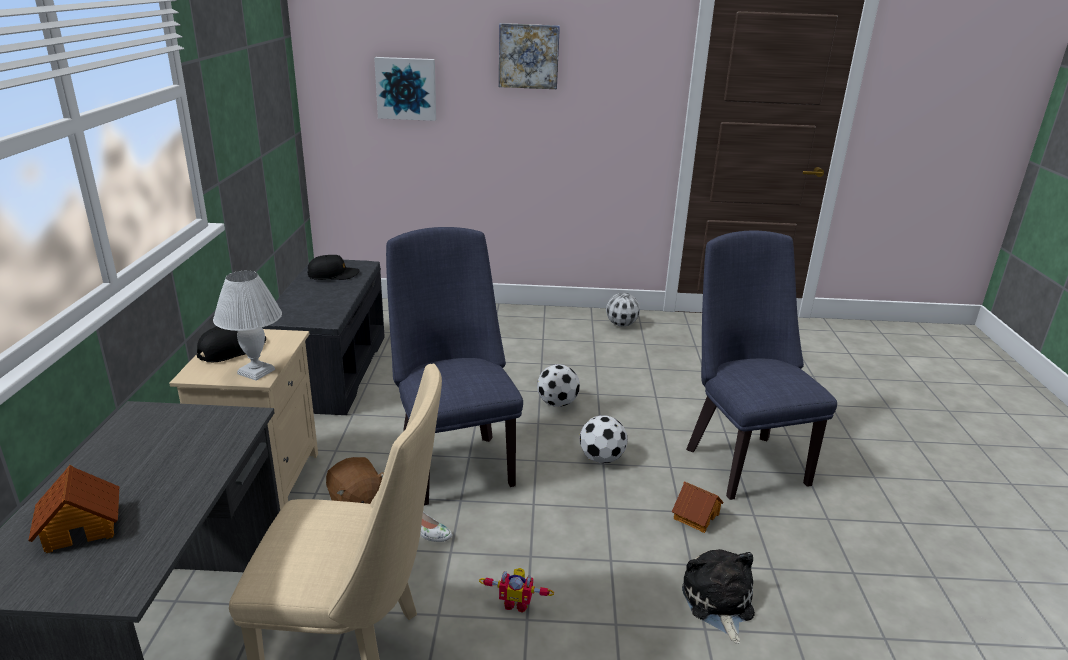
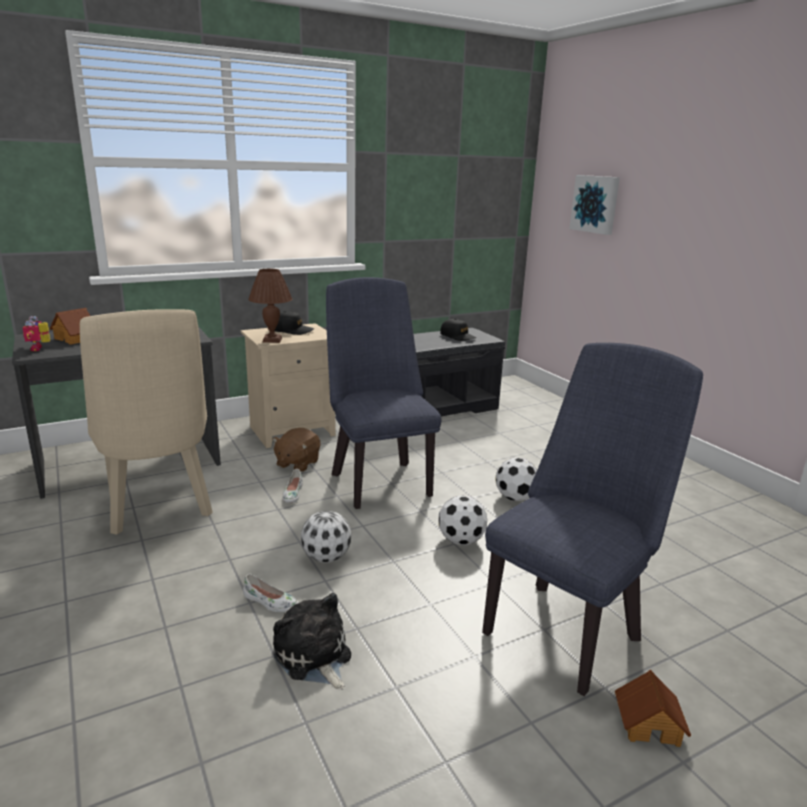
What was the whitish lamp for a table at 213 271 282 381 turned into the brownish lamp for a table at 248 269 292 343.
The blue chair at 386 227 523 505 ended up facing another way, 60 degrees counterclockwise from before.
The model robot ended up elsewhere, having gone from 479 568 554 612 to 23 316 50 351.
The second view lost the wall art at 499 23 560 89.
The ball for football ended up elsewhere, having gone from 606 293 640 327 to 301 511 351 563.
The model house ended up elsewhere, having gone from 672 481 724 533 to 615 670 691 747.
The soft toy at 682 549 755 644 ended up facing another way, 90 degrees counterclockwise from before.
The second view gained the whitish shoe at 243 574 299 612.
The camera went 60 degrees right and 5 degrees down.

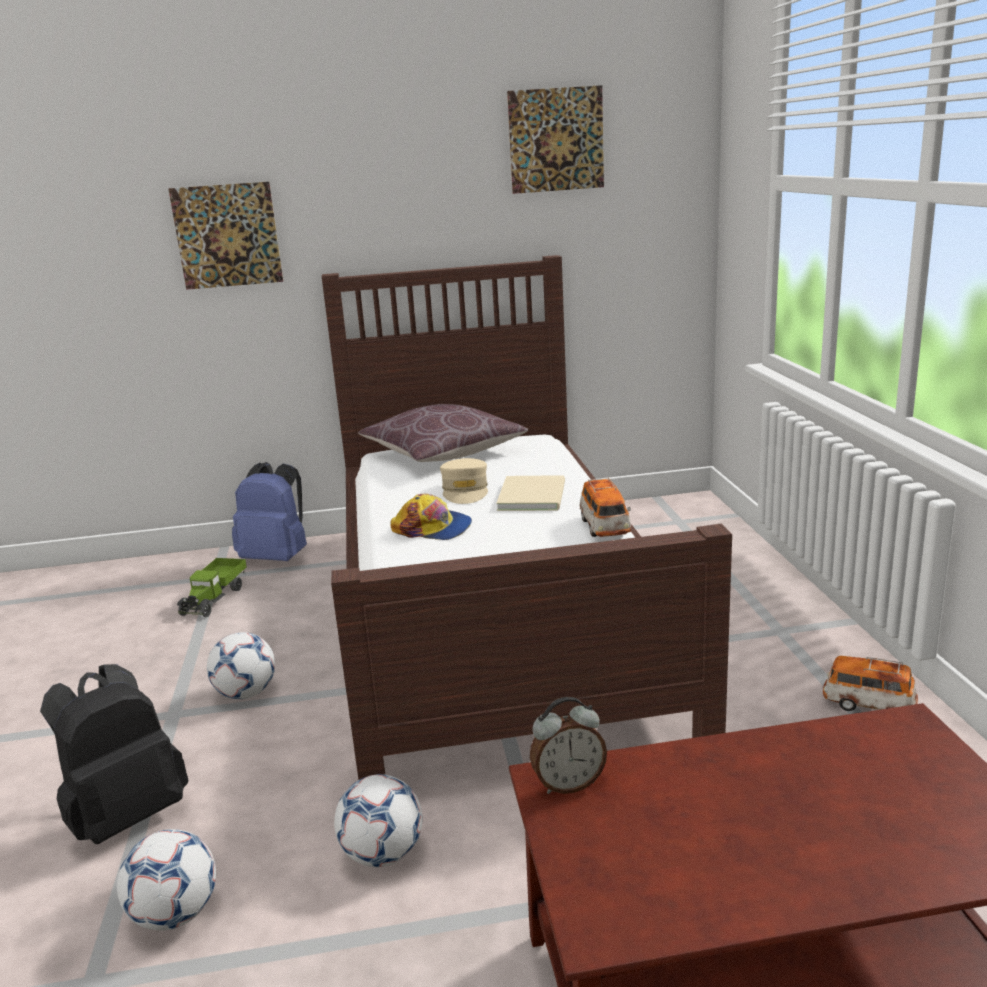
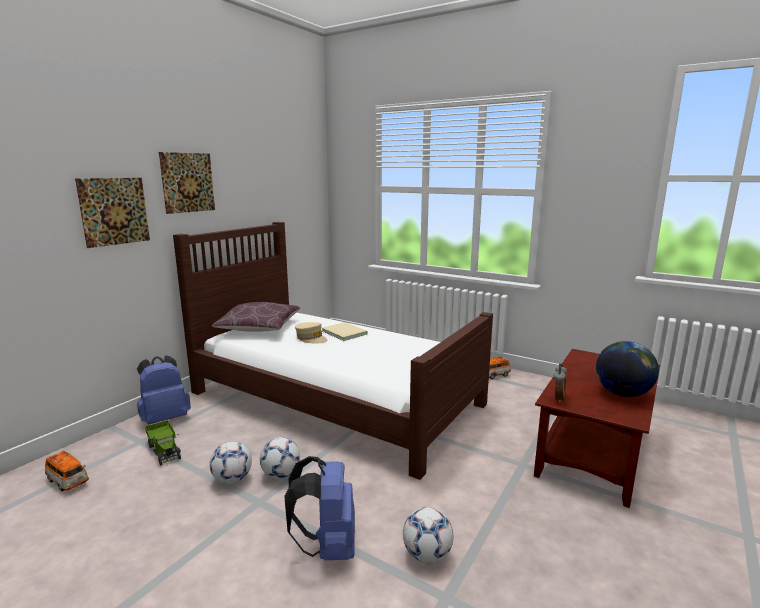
What was the black knapsack at 40 664 188 844 turned into the blue knapsack at 284 456 355 560.
The ball for football ended up elsewhere, having gone from 334 774 422 867 to 209 441 252 484.
The second view lost the peaked cap at 390 494 472 540.
The wall art ended up elsewhere, having gone from 507 85 604 194 to 159 152 215 214.
The toy car ended up elsewhere, having gone from 579 477 631 537 to 45 450 89 491.
The second view gained the globe at 596 341 659 397.
The camera went 50 degrees left and 5 degrees down.

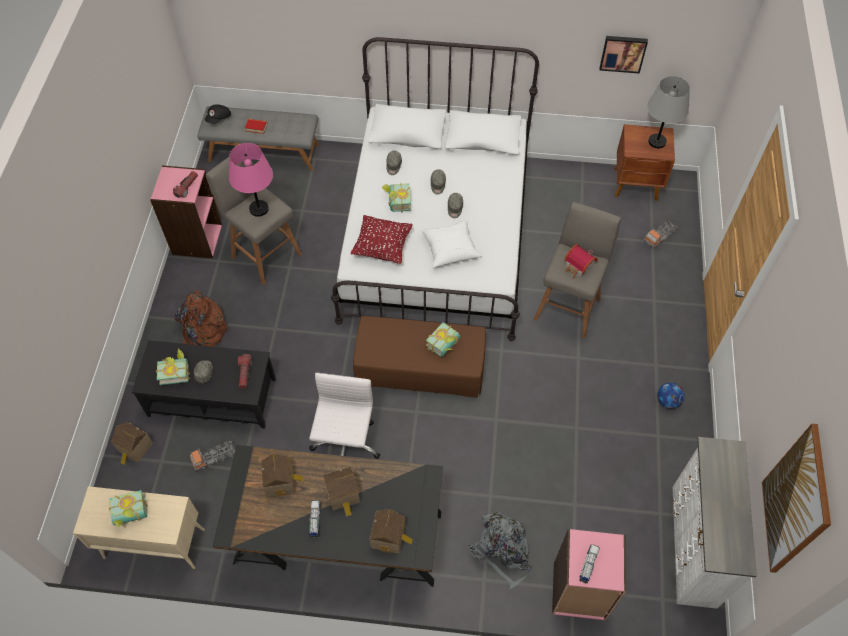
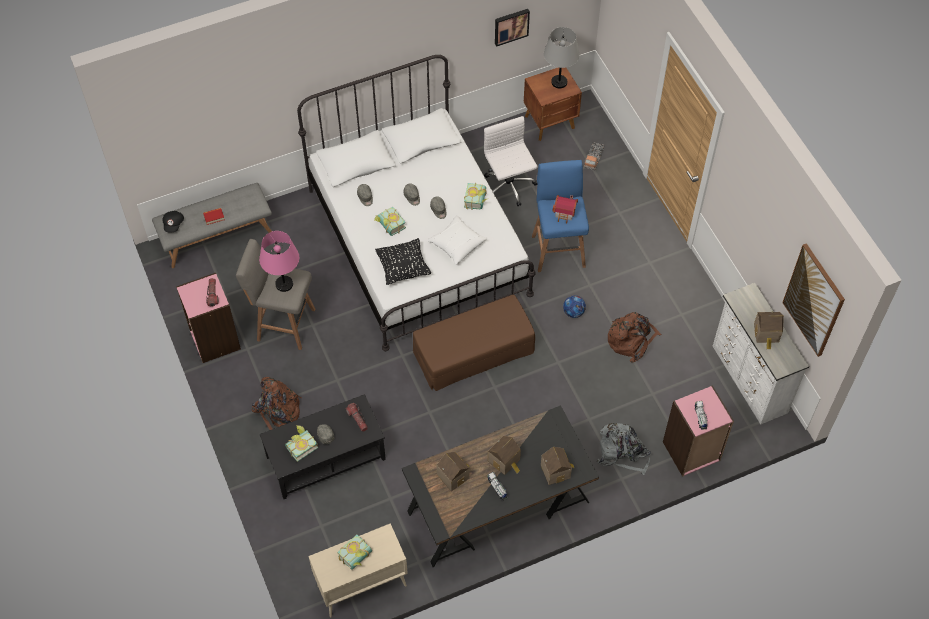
The model house ended up elsewhere, having gone from 111 422 153 465 to 754 311 784 349.
The second view lost the model truck at 190 441 235 471.
The whitish desk chair ended up elsewhere, having gone from 309 373 380 459 to 484 116 538 206.
What was the red pillow at 351 215 413 264 turned into the black pillow at 375 238 431 285.
The volume ended up elsewhere, having gone from 426 322 460 357 to 464 183 489 210.
What was the greyish sitting stool at 534 202 621 338 turned into the blue sitting stool at 532 160 589 272.
The ball for football ended up elsewhere, having gone from 657 382 685 409 to 563 295 586 318.
The second view gained the brownish knapsack at 608 312 662 363.
The camera went 30 degrees left and 0 degrees up.

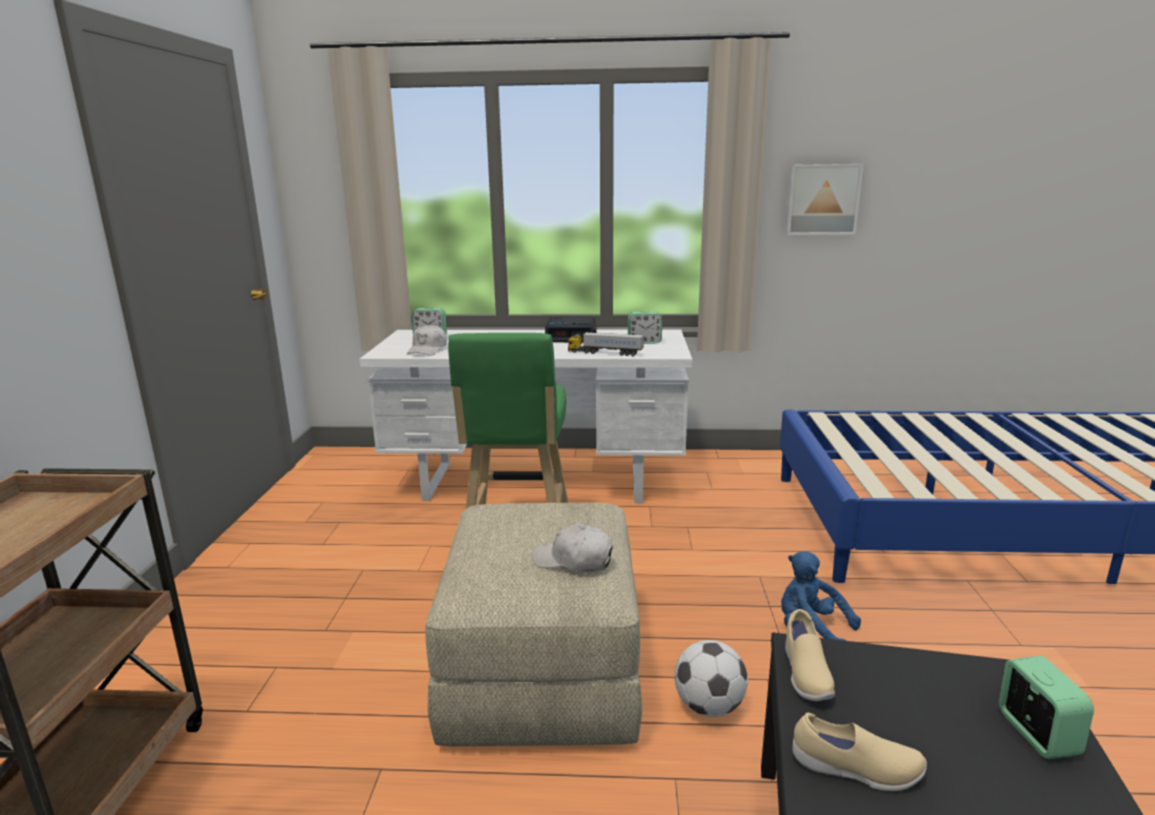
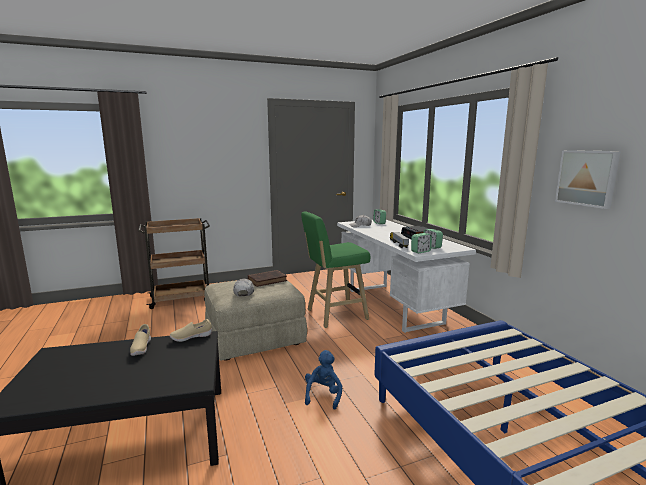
The second view lost the ball for football at 674 640 748 717.
The bedside clock ended up elsewhere, having gone from 999 656 1094 759 to 411 233 432 253.
The second view gained the brownish volume at 248 270 287 287.
The camera went 65 degrees right and 5 degrees down.

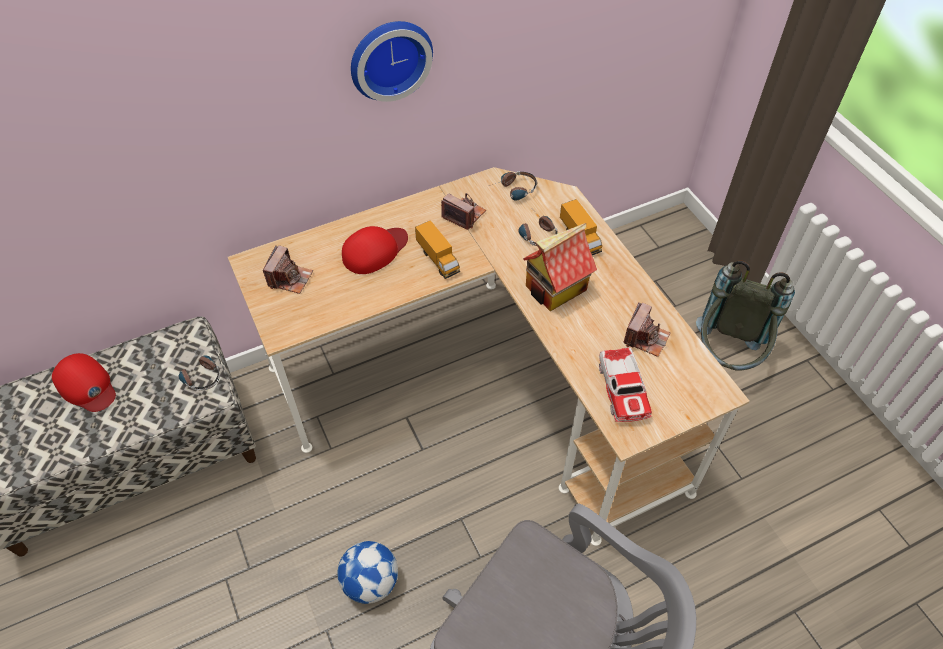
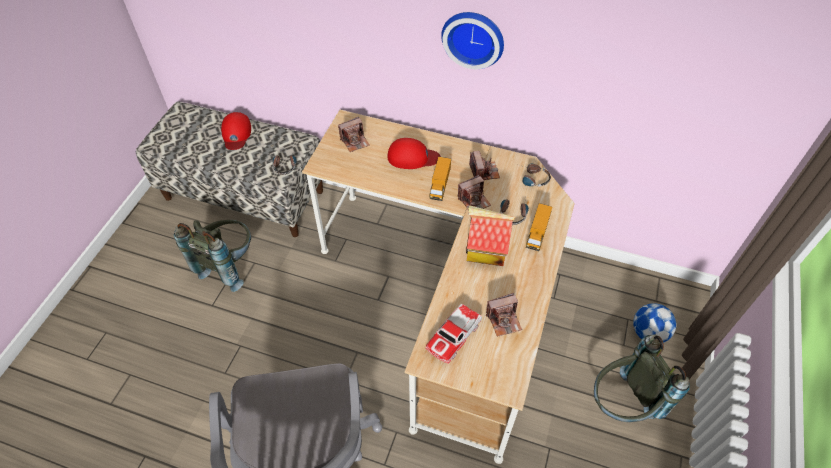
The ball for football ended up elsewhere, having gone from 337 541 398 604 to 633 303 676 343.
The second view gained the greyish knapsack at 174 220 251 292.
The second view gained the still camera at 458 175 491 209.
The camera went 45 degrees right and 0 degrees up.

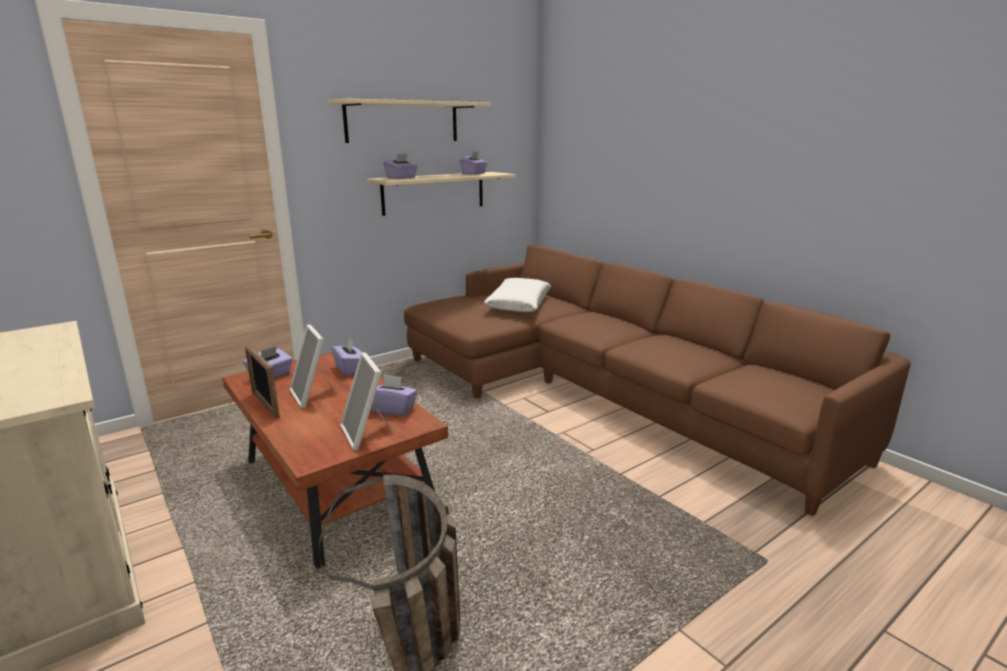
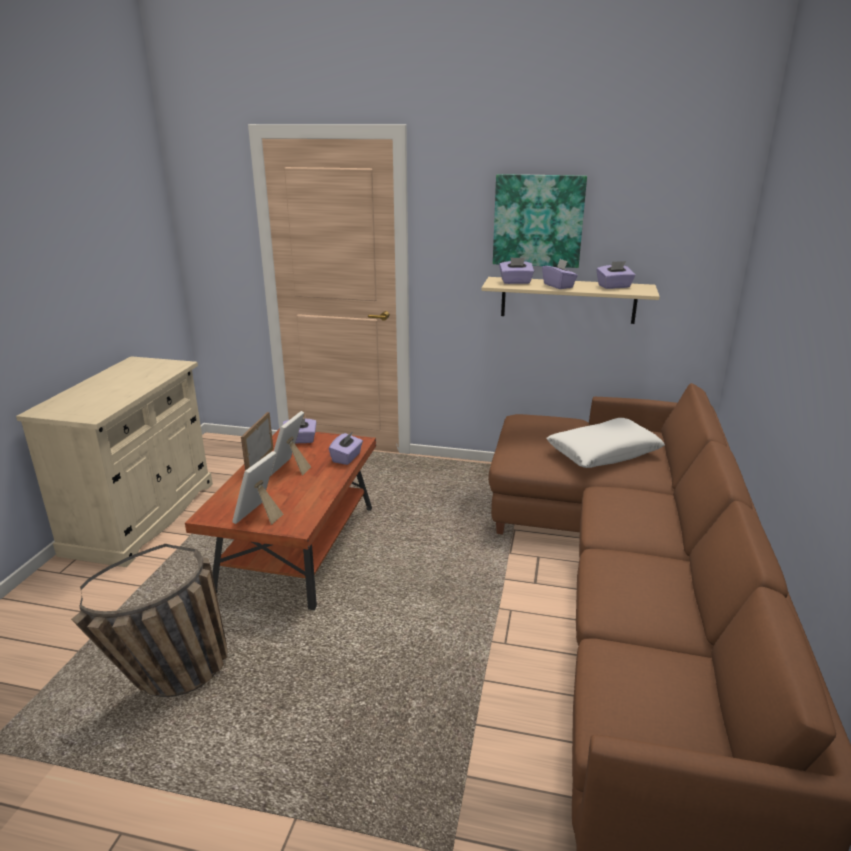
Where the beige-coloured wall shelf hung at 327 99 491 143, the wall art came to hang at 493 174 587 268.
The purplish box of tissues ended up elsewhere, having gone from 371 374 418 416 to 542 259 578 289.
The camera went 50 degrees right and 5 degrees up.

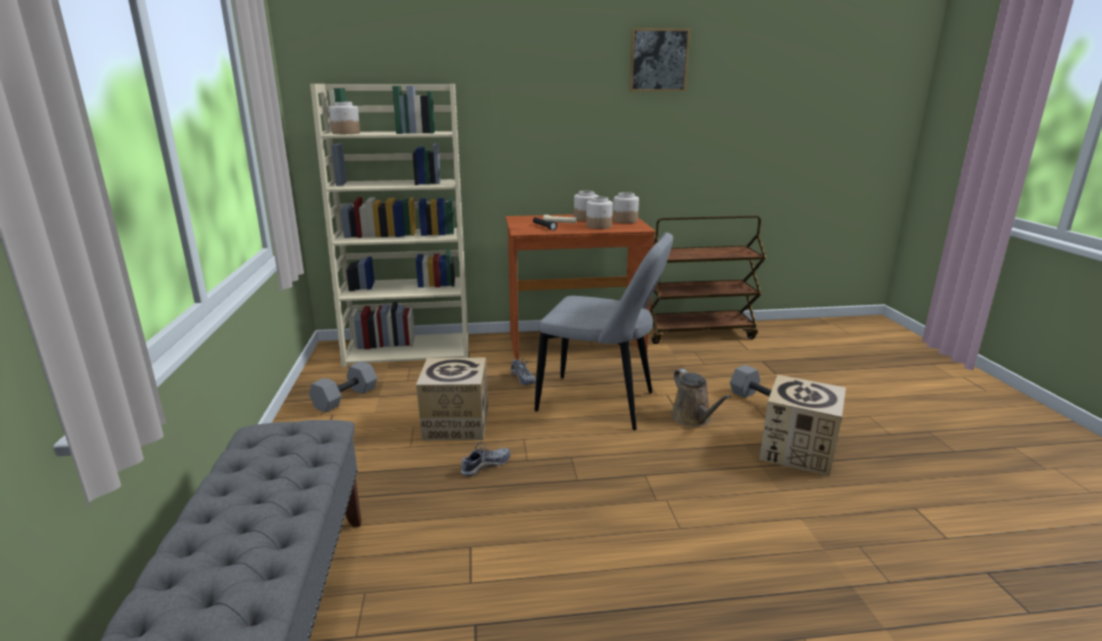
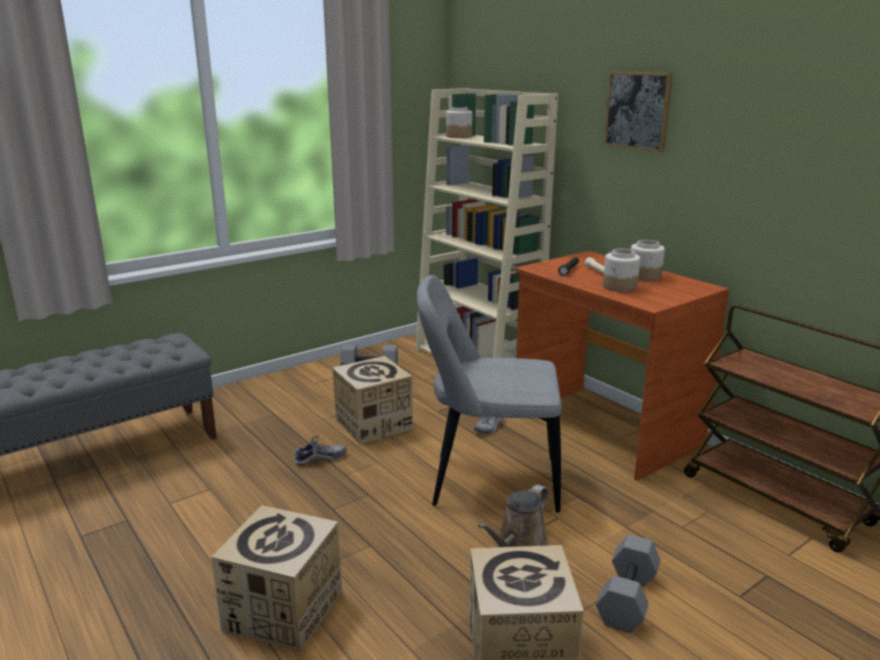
The shoe at 461 442 511 477 ended up facing another way, 45 degrees counterclockwise from before.
The greyish chair at 535 232 673 430 ended up facing another way, 105 degrees clockwise from before.
The second view lost the jar at 613 192 639 223.
The wall art ended up elsewhere, having gone from 629 28 690 91 to 604 71 673 152.
The second view gained the carton at 211 505 342 652.
The camera went 60 degrees right and 0 degrees up.

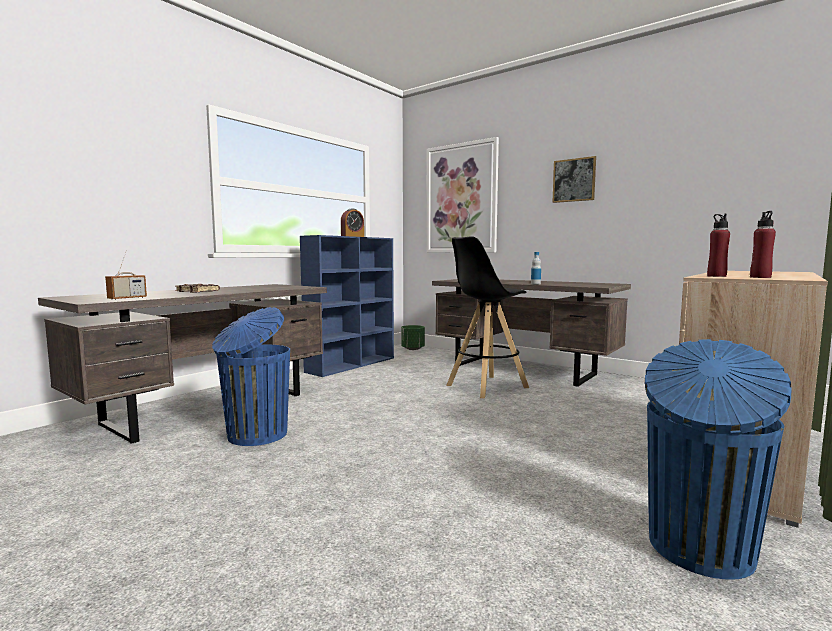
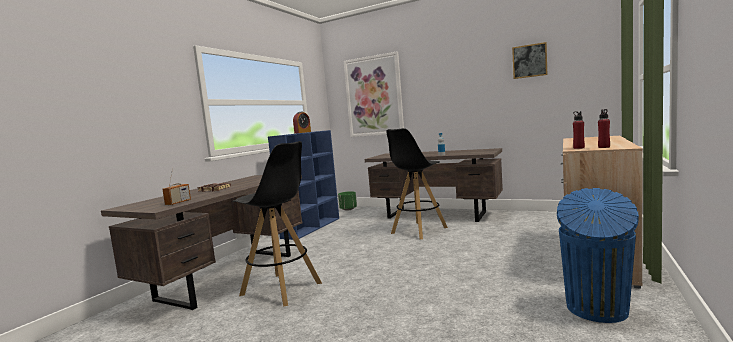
Where the blue waste bin stood at 212 307 290 446, the black sitting stool came to stand at 232 141 322 307.
The wall art ended up elsewhere, having gone from 552 156 596 203 to 512 42 547 79.
The camera went 10 degrees left and 0 degrees up.

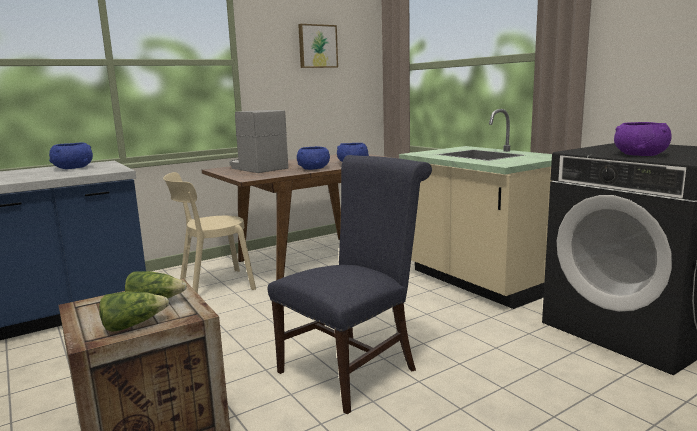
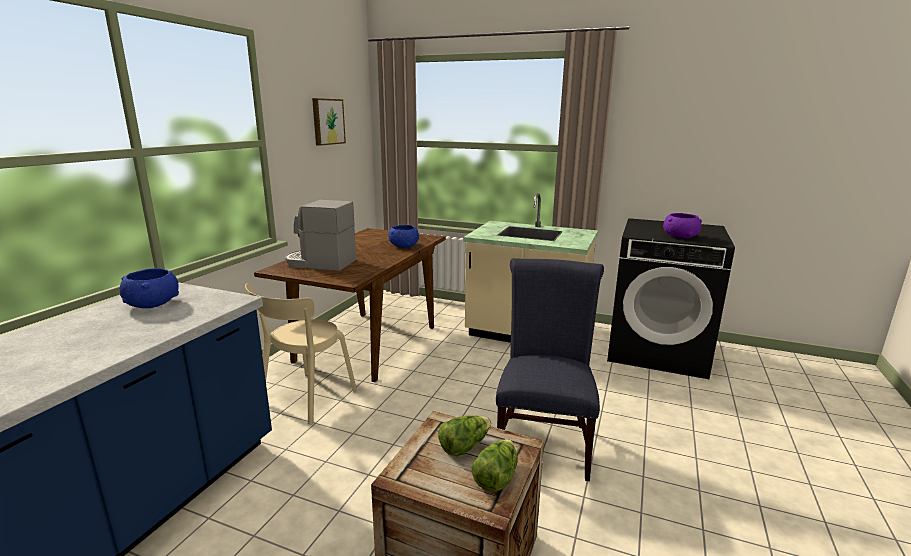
The second view lost the blue bowl at 297 146 330 170.
The camera went 35 degrees left and 5 degrees up.

